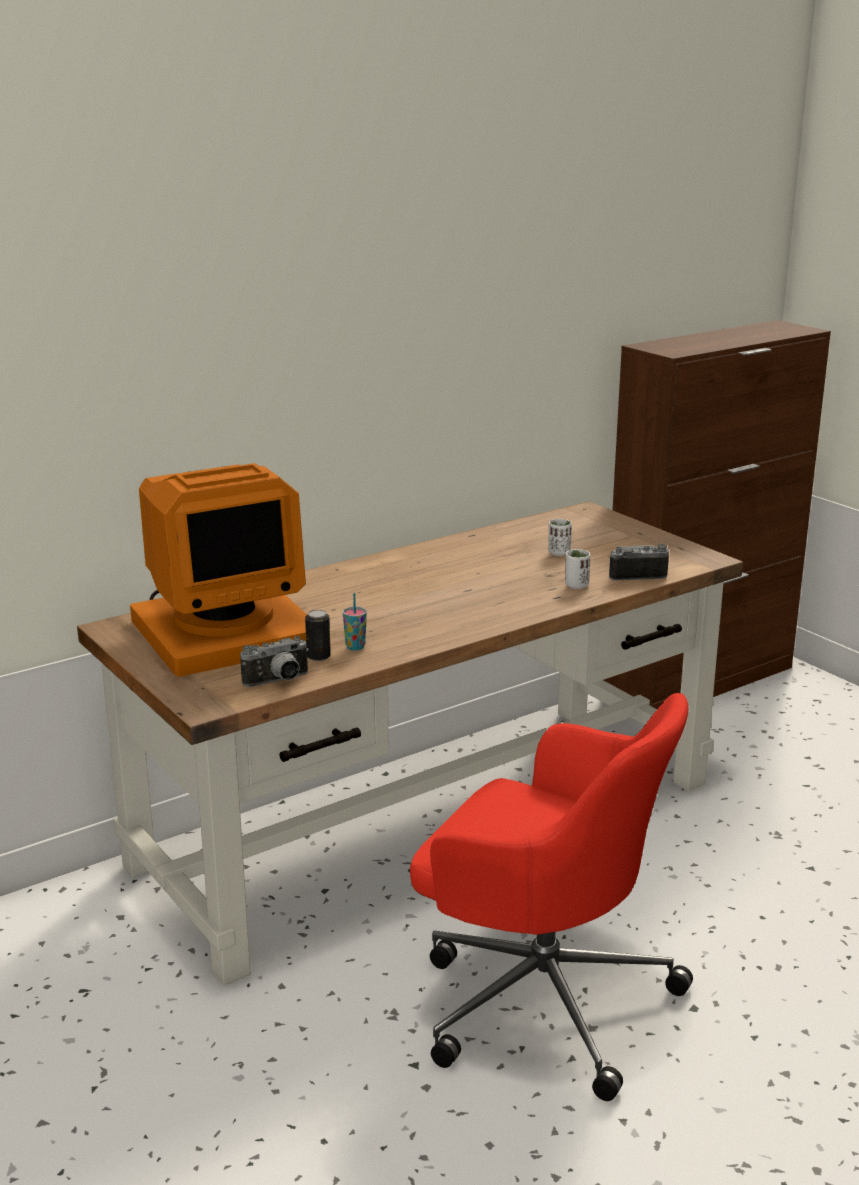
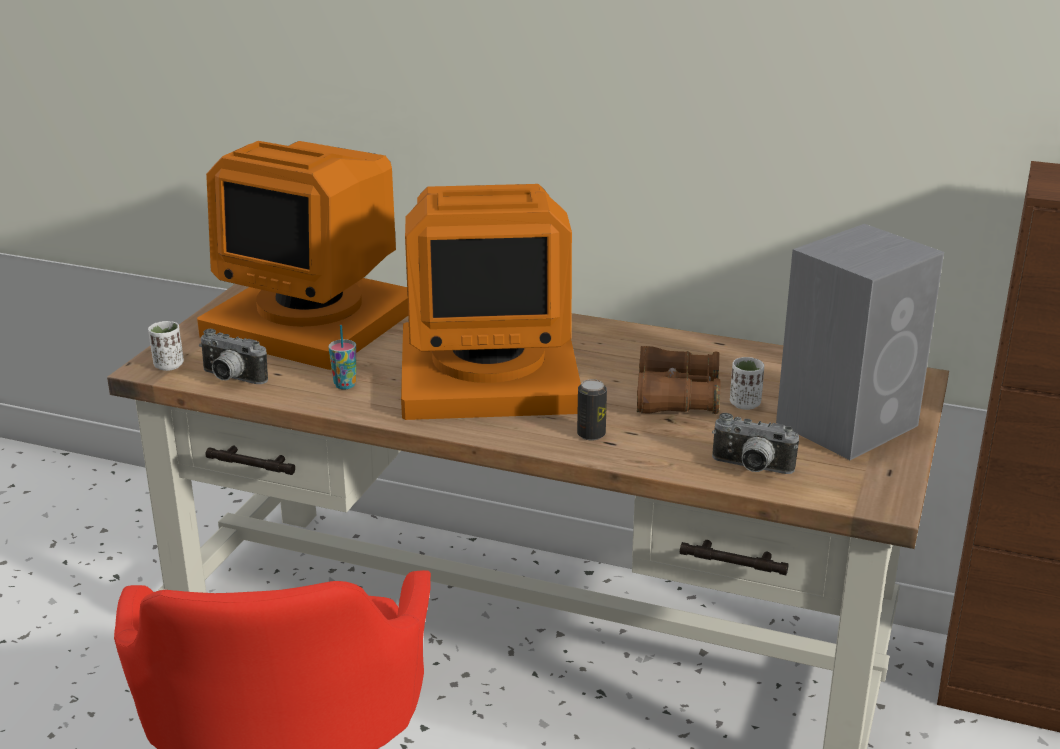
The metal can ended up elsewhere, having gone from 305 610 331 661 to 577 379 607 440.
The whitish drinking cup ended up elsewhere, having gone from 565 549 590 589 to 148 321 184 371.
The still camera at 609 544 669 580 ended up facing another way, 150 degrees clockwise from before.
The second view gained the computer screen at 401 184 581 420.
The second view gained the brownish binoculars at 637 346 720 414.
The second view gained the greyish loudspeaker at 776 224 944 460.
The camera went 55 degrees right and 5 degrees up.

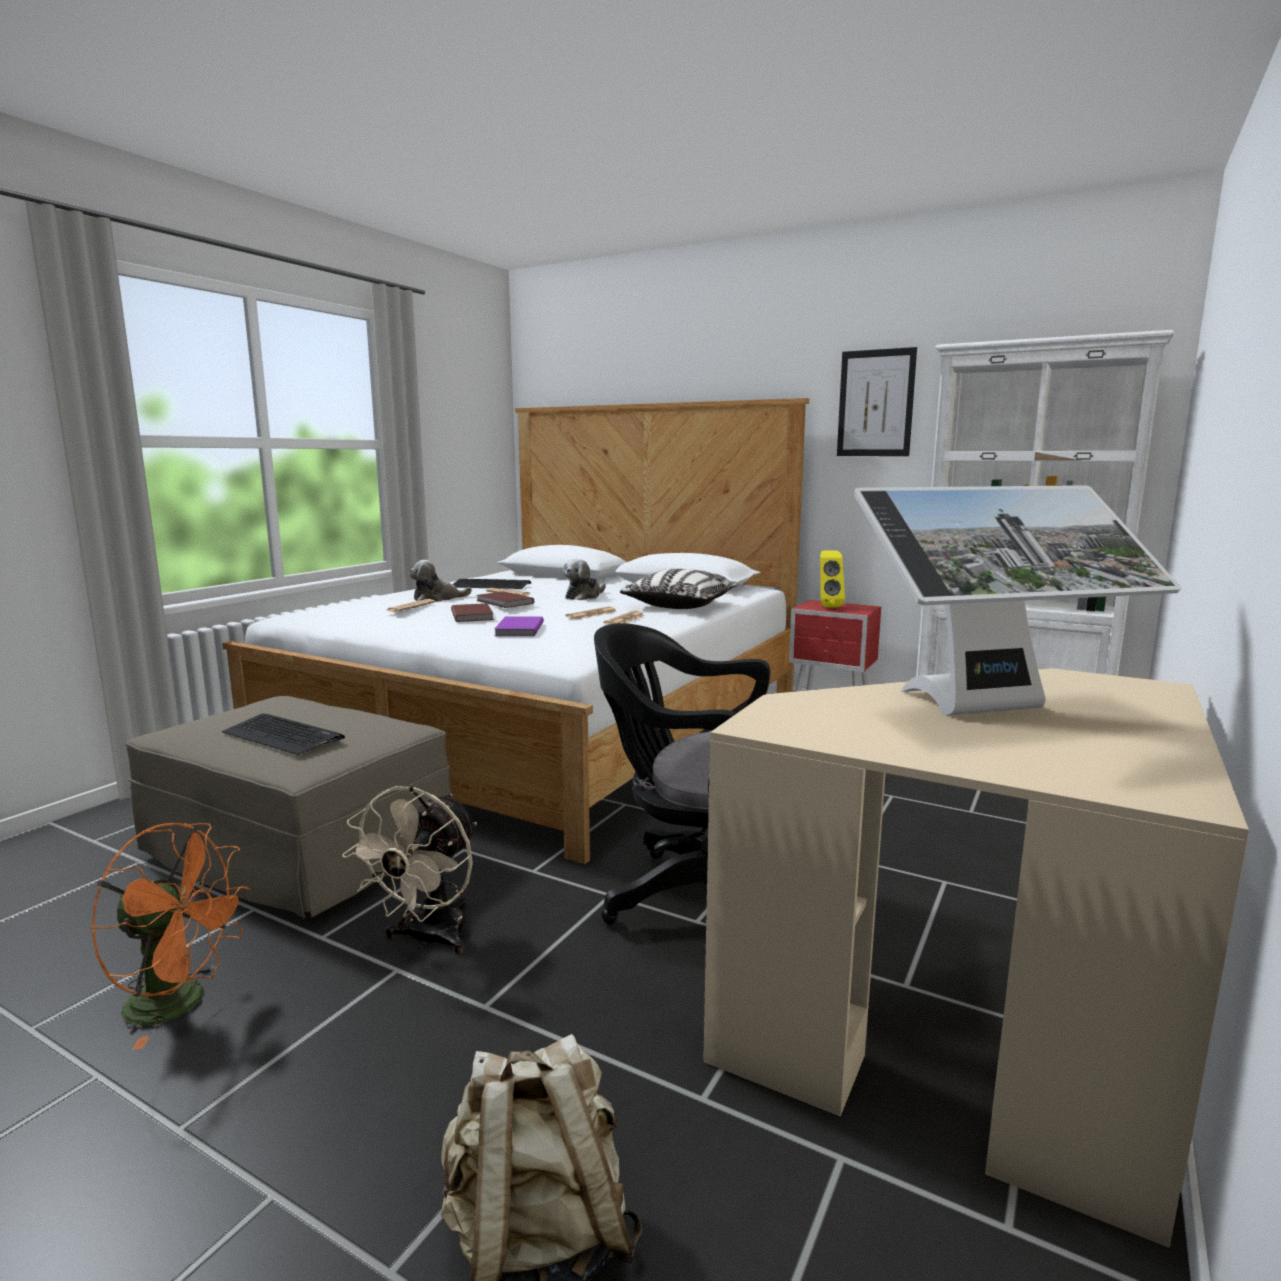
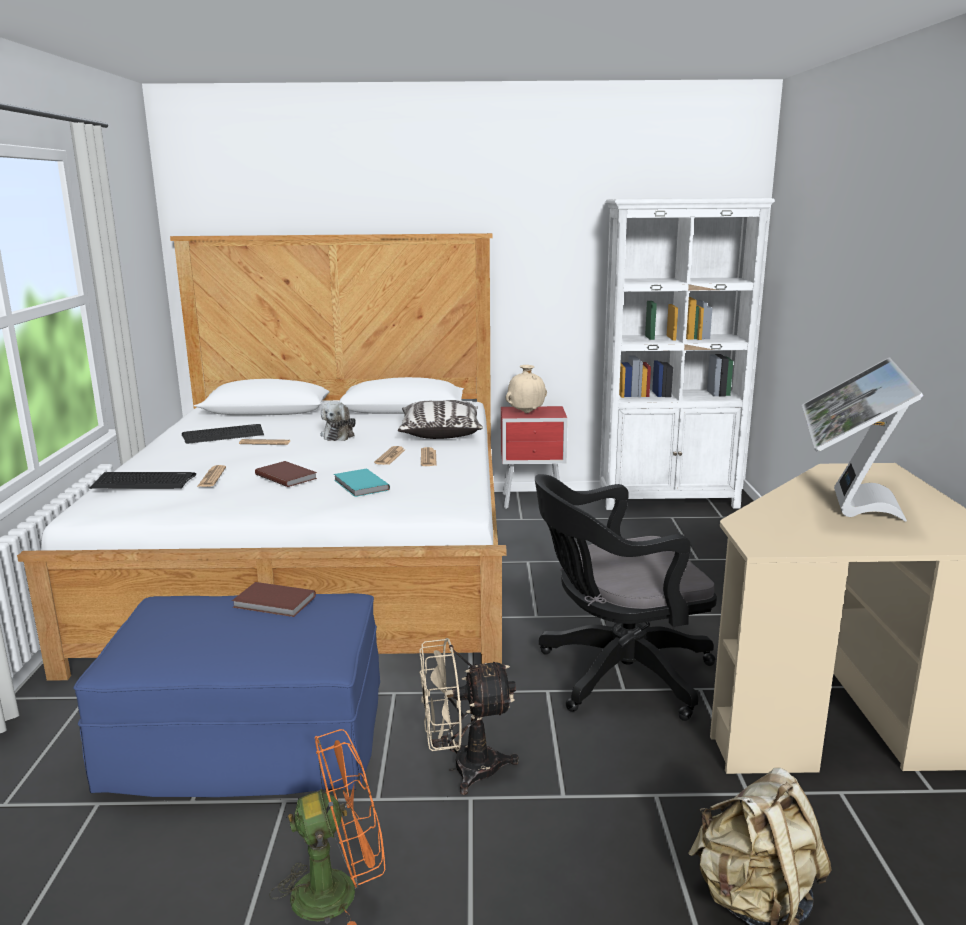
What was the beige-coloured ottoman at 125 696 451 919 turned into the blue ottoman at 73 593 380 797.
The keyboard ended up elsewhere, having gone from 222 714 345 755 to 90 472 196 489.
The beige-coloured cooling fan at 342 786 477 955 ended up facing another way, 90 degrees clockwise from before.
The second view lost the soft toy at 409 560 472 602.
The brownish volume ended up elsewhere, having gone from 477 591 534 608 to 232 582 316 617.
What was the purplish volume at 495 616 544 636 turned into the turquoise-coloured volume at 334 468 390 497.
Where the yellow loudspeaker stood at 820 550 845 608, the beige-coloured vase came to stand at 506 365 547 413.
The second view lost the wall art at 837 347 917 456.
The computer screen at 853 485 1181 715 ended up facing another way, 150 degrees clockwise from before.
The camera went 30 degrees left and 5 degrees up.

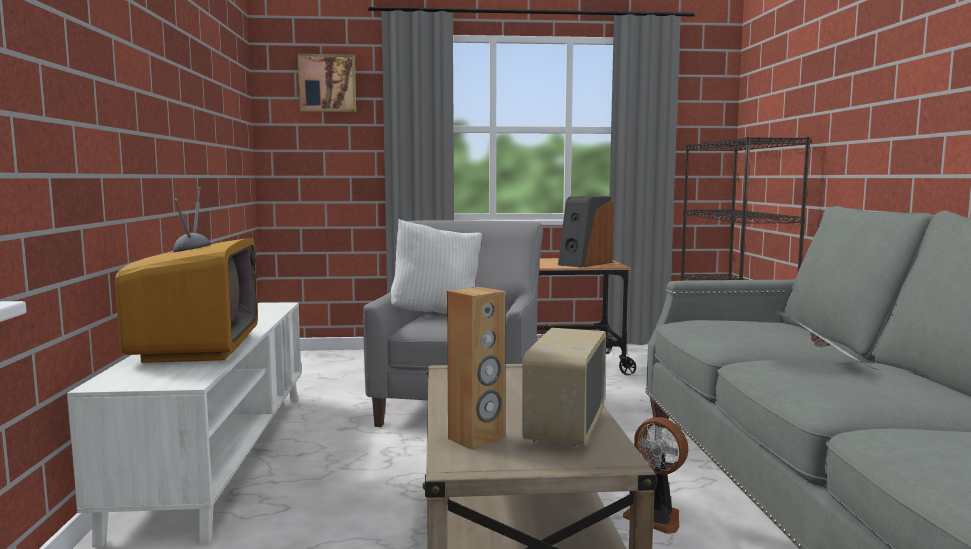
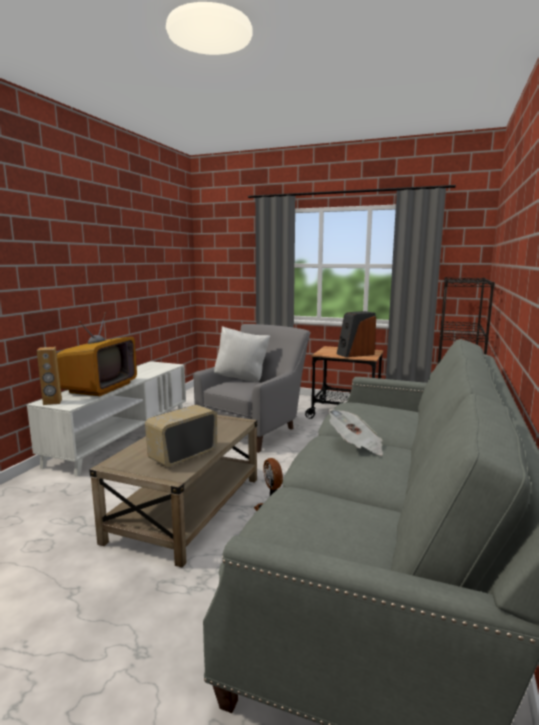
The second view lost the wall art at 298 54 356 112.
The brownish loudspeaker ended up elsewhere, having gone from 447 287 505 450 to 37 347 62 405.
The camera went 25 degrees right and 5 degrees up.

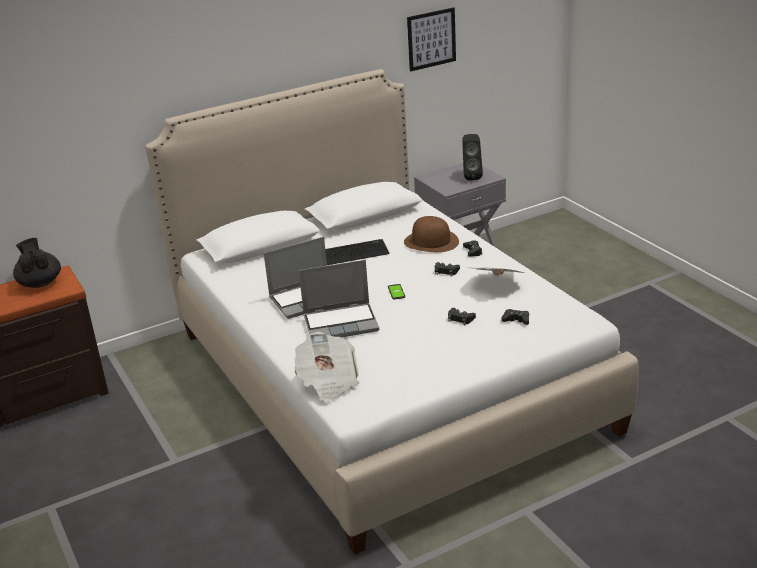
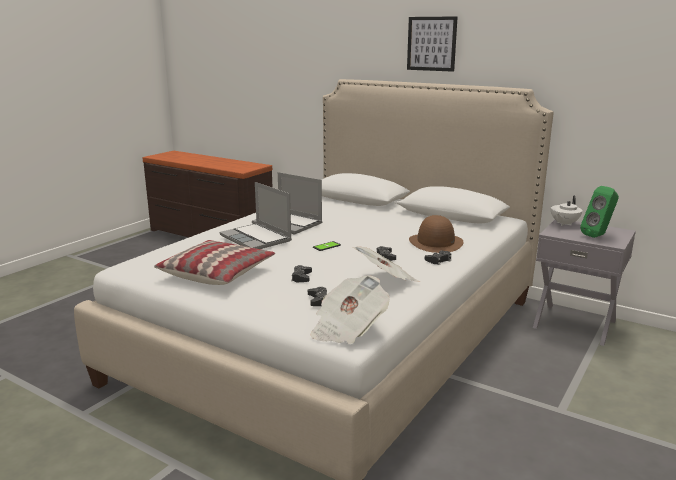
The second view lost the black teapot at 13 238 61 288.
The daily paper ended up elsewhere, having gone from 295 332 359 402 to 310 275 390 344.
The second view lost the keyboard at 325 239 389 265.
The wall art ended up elsewhere, having gone from 407 7 456 71 to 407 16 458 72.
What was the black loudspeaker at 462 134 483 180 turned into the green loudspeaker at 580 186 619 238.
The second view gained the pillow at 154 240 275 285.
The second view gained the whitish teapot at 551 195 583 226.
The camera went 60 degrees right and 10 degrees down.

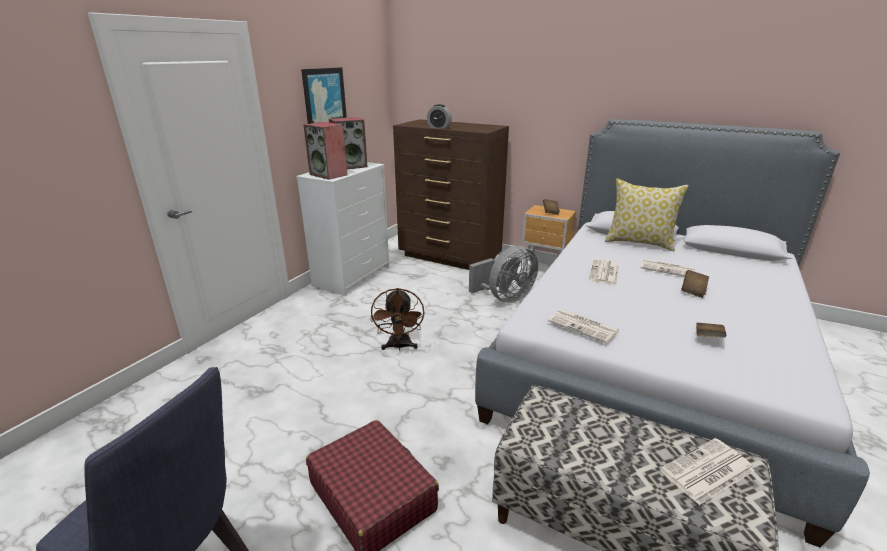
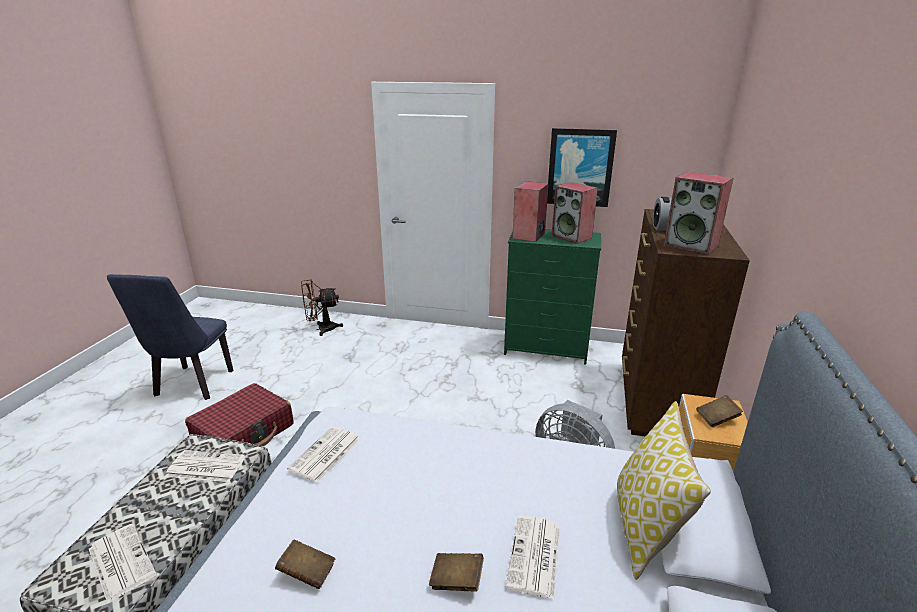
What was the whitish dresser at 296 162 389 296 turned into the green dresser at 504 229 601 365.
The brownish cooling fan ended up elsewhere, having gone from 370 288 424 351 to 301 280 343 336.
The daily paper ended up elsewhere, having gone from 589 259 619 285 to 165 450 246 482.
The second view gained the loudspeaker at 664 172 733 255.
The camera went 75 degrees right and 0 degrees up.

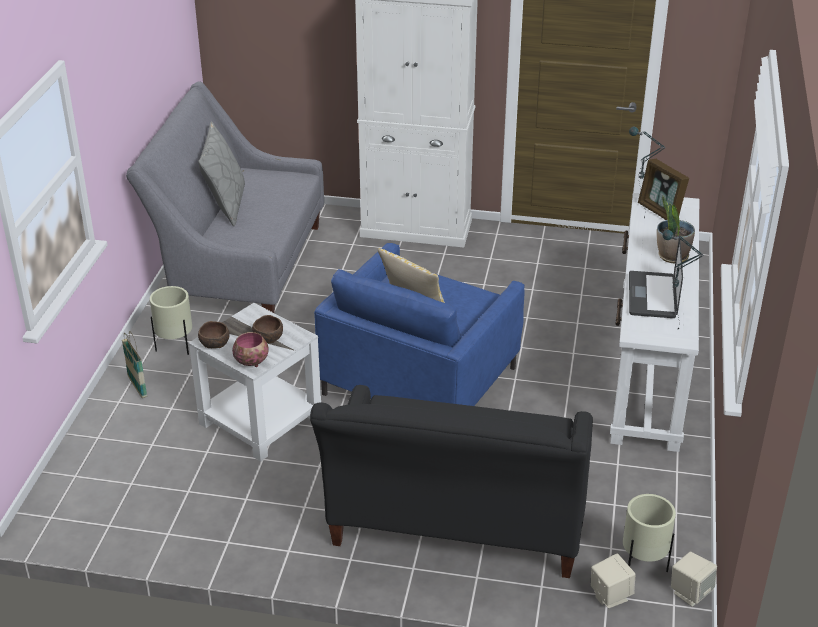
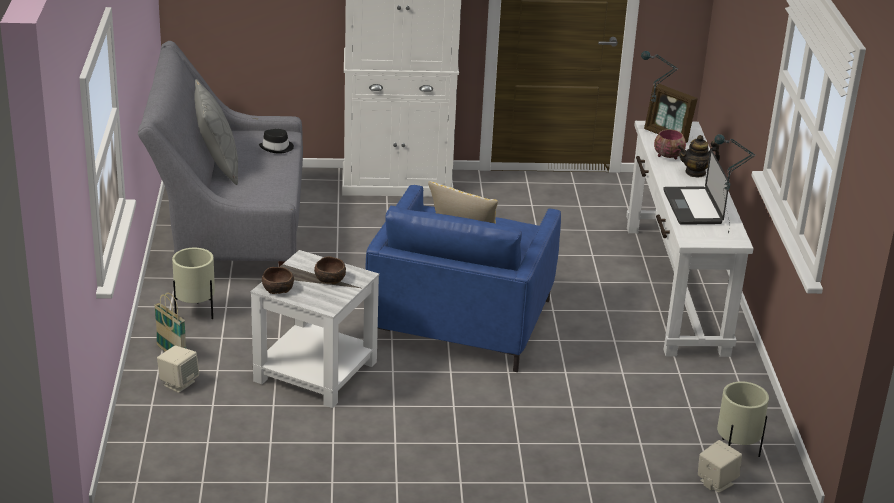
The bowl ended up elsewhere, having gone from 232 332 269 367 to 654 129 686 159.
The second view lost the black sofa at 310 385 593 578.
Where the potted plant stood at 657 196 695 263, the teapot came to stand at 677 135 720 177.
The beige-coloured loudspeaker ended up elsewhere, having gone from 671 552 717 607 to 157 345 199 393.
The second view gained the black wearable hat at 259 129 294 154.
The camera went 15 degrees left and 5 degrees down.

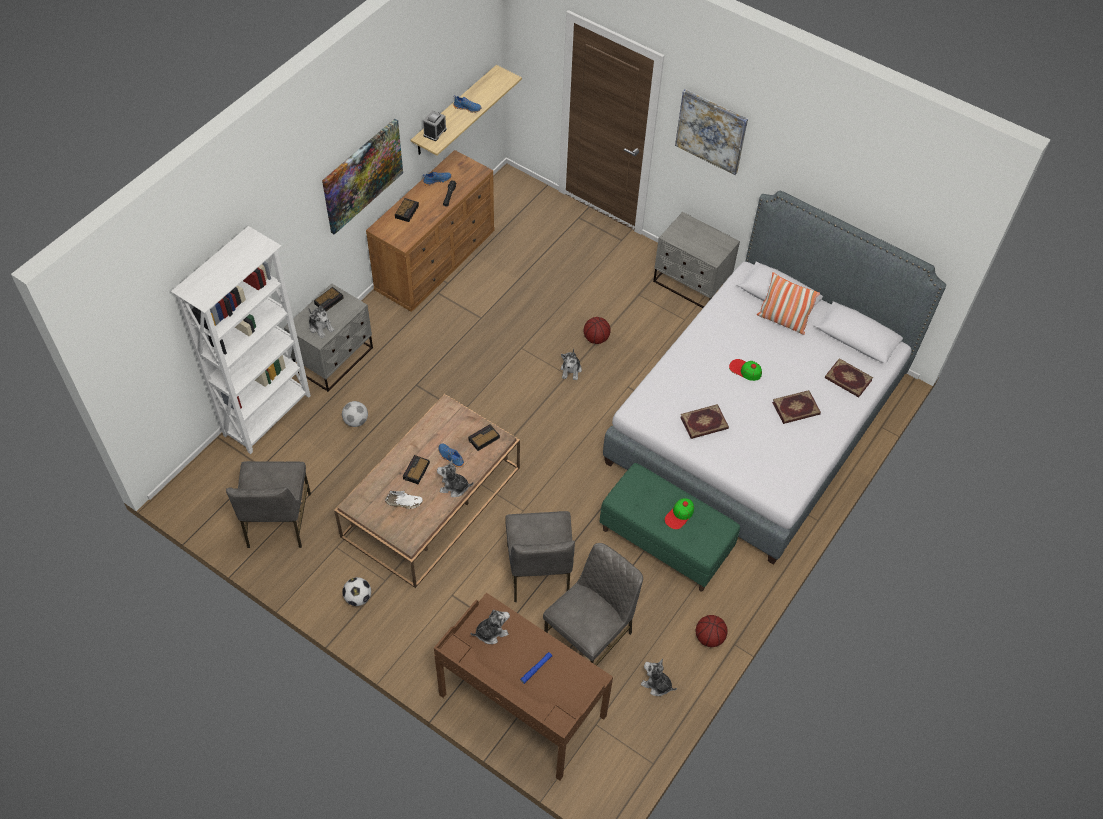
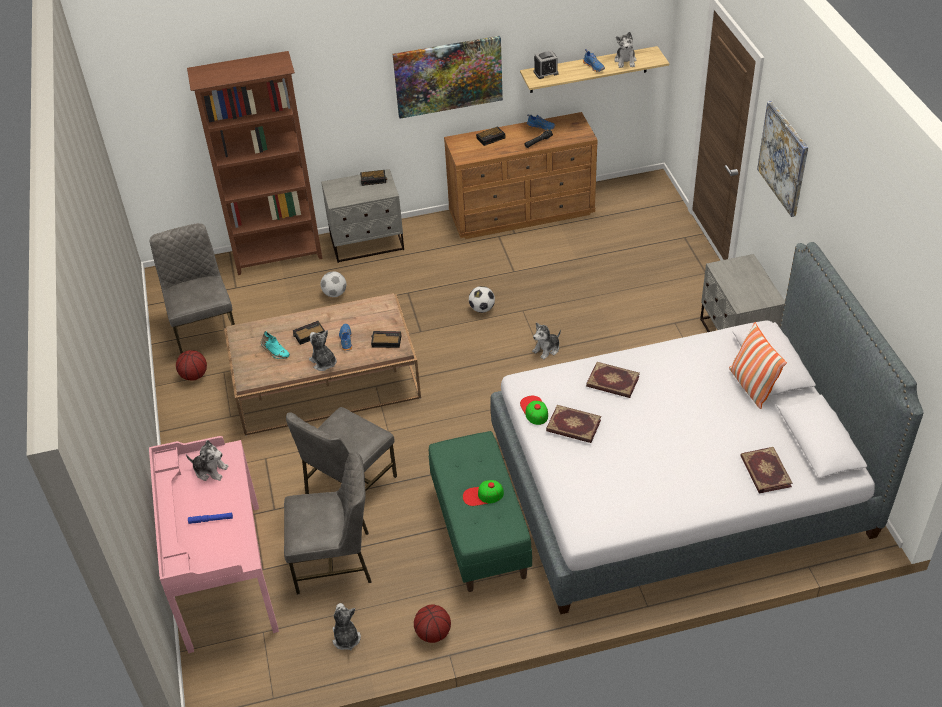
What was the whitish bookshelf at 171 226 311 454 turned into the brownish bookshelf at 187 51 322 275.
The greyish chair at 226 461 311 548 ended up facing another way, 120 degrees clockwise from before.
The soft toy ended up elsewhere, having gone from 308 305 334 338 to 614 32 636 68.
The ball for football ended up elsewhere, having gone from 342 577 371 606 to 469 286 495 313.
What was the whitish shoe at 385 491 423 509 turned into the turquoise-coloured shoe at 261 331 290 359.
What was the brownish desk table at 434 592 613 781 turned into the pink-coloured desk table at 149 436 279 653.
The ball for basketball ended up elsewhere, having gone from 584 317 611 344 to 176 350 207 381.
The peaked cap ended up elsewhere, having gone from 729 359 762 381 to 520 396 548 425.
The volume ended up elsewhere, having gone from 772 390 821 424 to 586 362 640 398.
The camera went 45 degrees right and 10 degrees down.

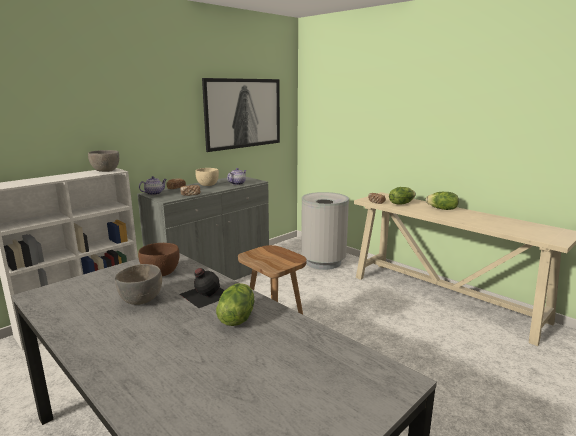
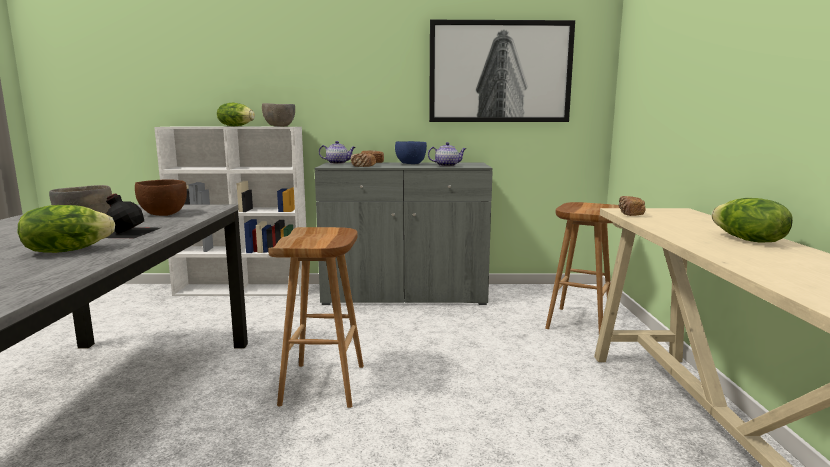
What was the beige-coloured bowl at 195 168 219 186 turned into the blue bowl at 395 141 427 164.
Where the greyish waste bin stood at 301 192 349 270, the brownish sitting stool came to stand at 545 202 619 333.
The lettuce ended up elsewhere, having gone from 389 187 416 205 to 217 103 255 126.
The camera went 45 degrees right and 5 degrees down.

